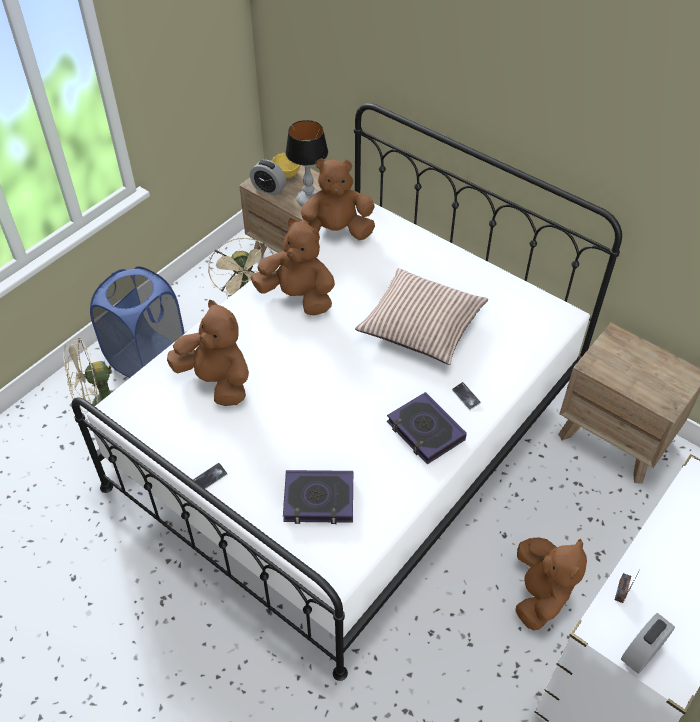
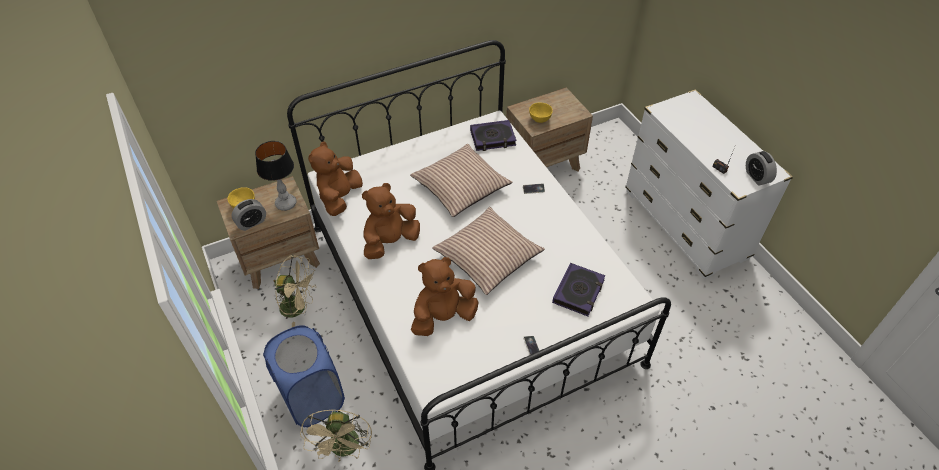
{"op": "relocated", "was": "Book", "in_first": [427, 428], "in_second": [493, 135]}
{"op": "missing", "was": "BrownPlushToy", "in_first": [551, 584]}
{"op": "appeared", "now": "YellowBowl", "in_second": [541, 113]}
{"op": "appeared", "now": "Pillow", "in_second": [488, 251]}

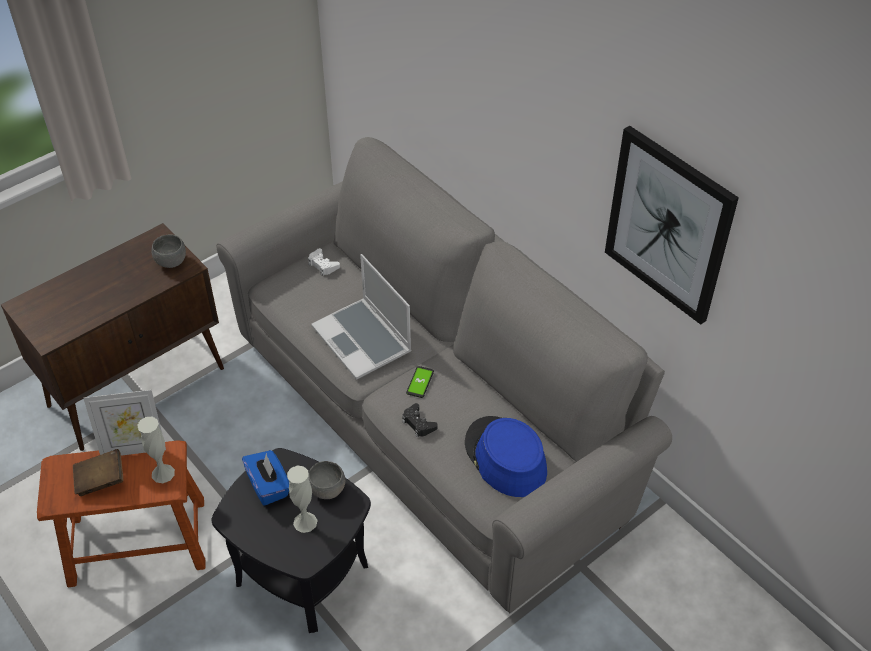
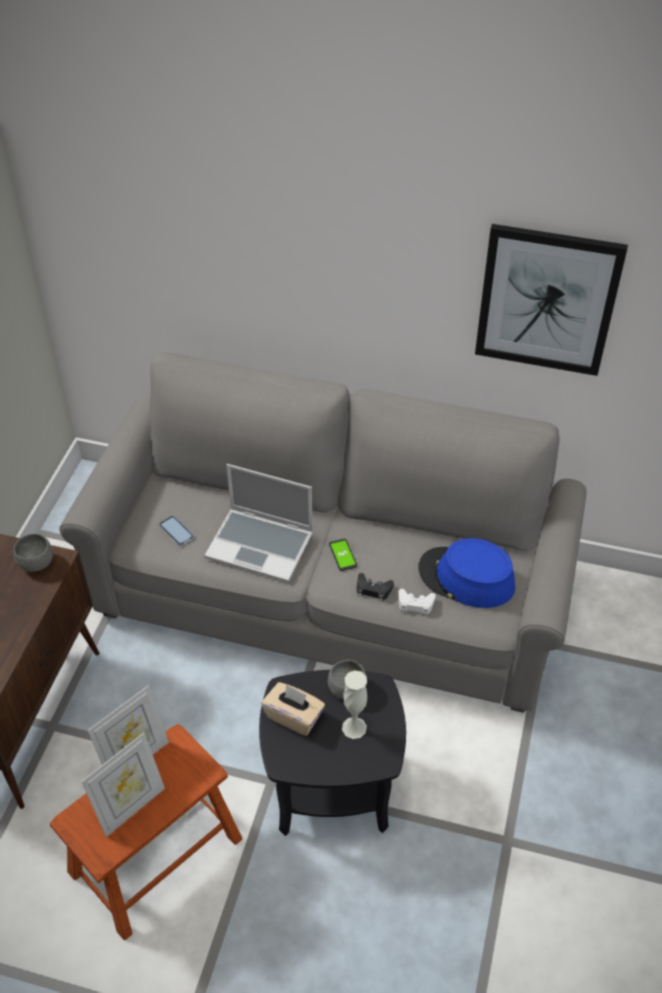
{"op": "relocated", "was": "WhiteGameController", "in_first": [324, 262], "in_second": [417, 602]}
{"op": "missing", "was": "WhiteVase", "in_first": [156, 450]}
{"op": "exchanged", "was": "BrownBook", "now": "PictureFrame", "in_first": [98, 472], "in_second": [123, 785]}
{"op": "colour", "was": "BlueTissueBox", "now": "BeigeTissueBox", "in_first": [265, 478], "in_second": [293, 709]}
{"op": "appeared", "now": "Phone", "in_second": [176, 531]}

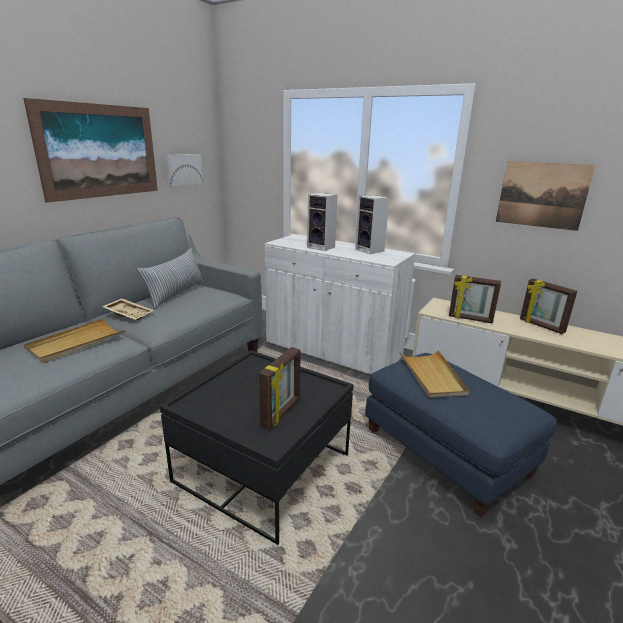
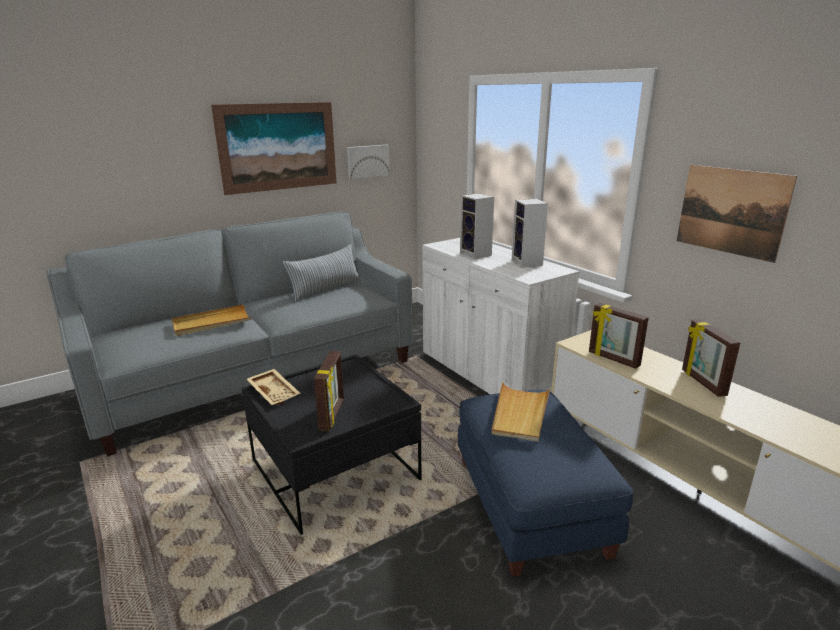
{"op": "relocated", "was": "BeigeTray", "in_first": [128, 309], "in_second": [273, 387]}
{"op": "spun", "was": "PictureFrame", "in_first": [280, 388], "in_second": [329, 391], "clockwise": -45}

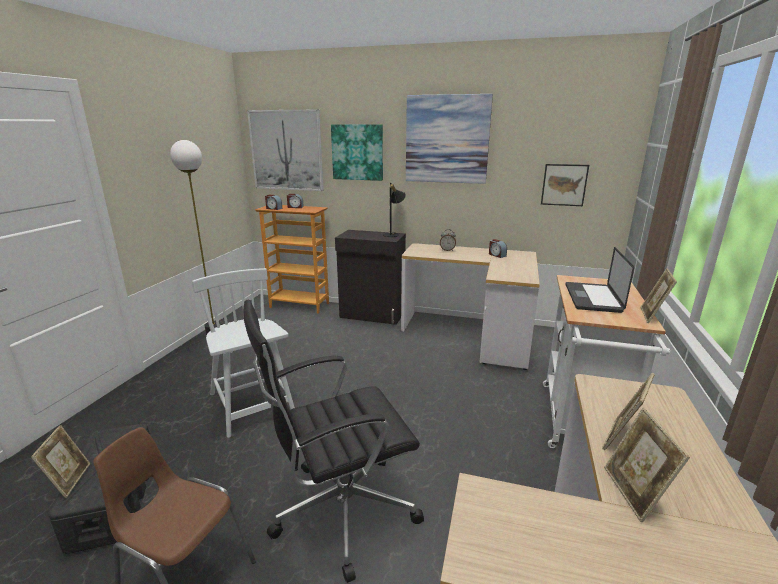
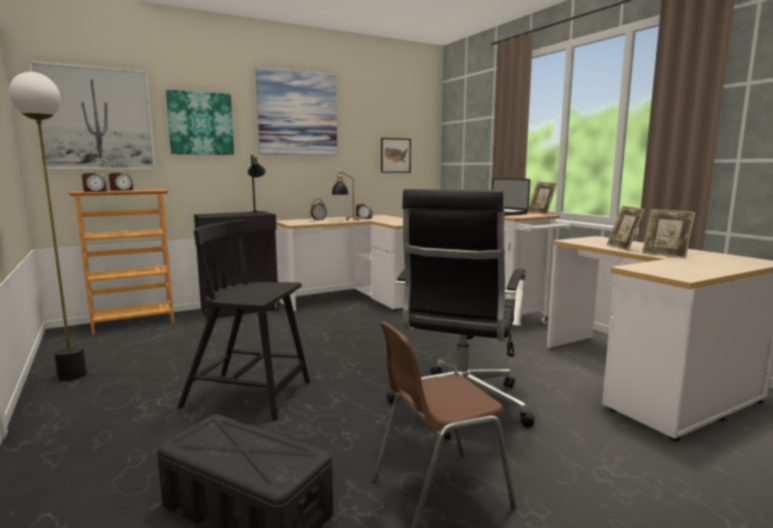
{"op": "colour", "was": "WhiteChair", "now": "BlackChair", "in_first": [243, 353], "in_second": [244, 320]}
{"op": "missing", "was": "PictureFrame", "in_first": [60, 461]}
{"op": "appeared", "now": "TableLamp", "in_second": [346, 195]}

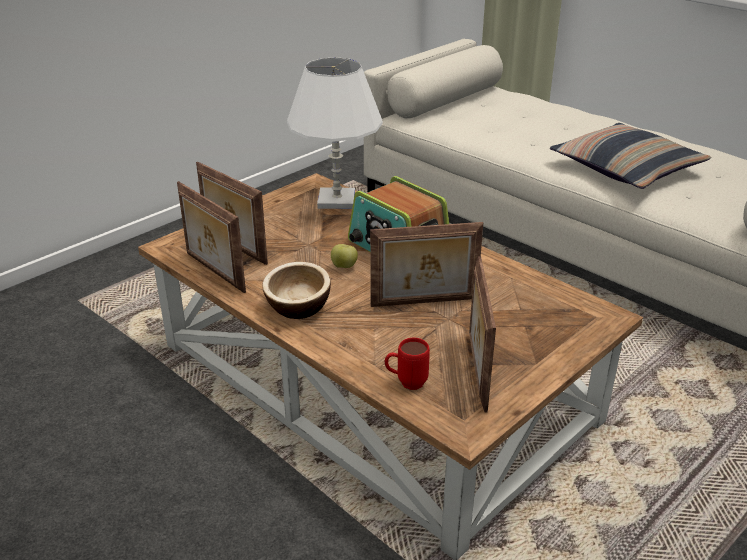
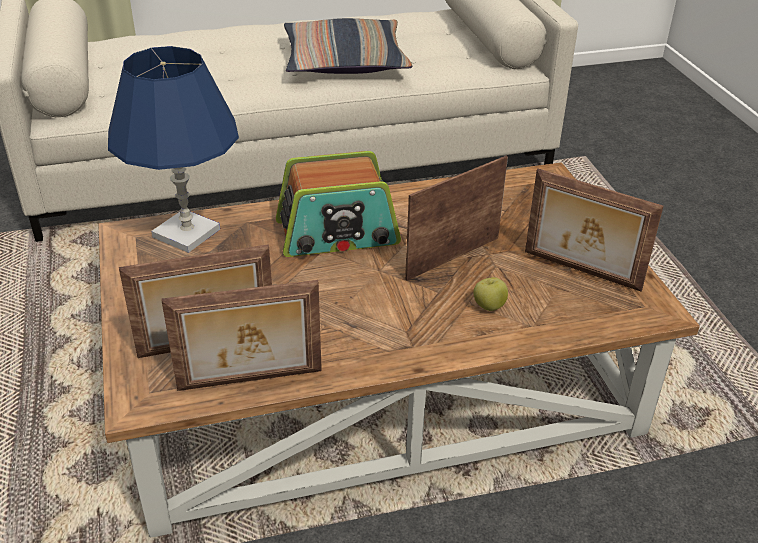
{"op": "colour", "was": "WhiteTableLamp", "now": "BlueTableLamp", "in_first": [335, 133], "in_second": [173, 149]}
{"op": "spun", "was": "PictureFrame", "in_first": [426, 264], "in_second": [456, 218], "clockwise": -150}
{"op": "relocated", "was": "Apple", "in_first": [344, 256], "in_second": [491, 294]}
{"op": "missing", "was": "Bowl", "in_first": [296, 290]}
{"op": "missing", "was": "RedMug", "in_first": [407, 364]}

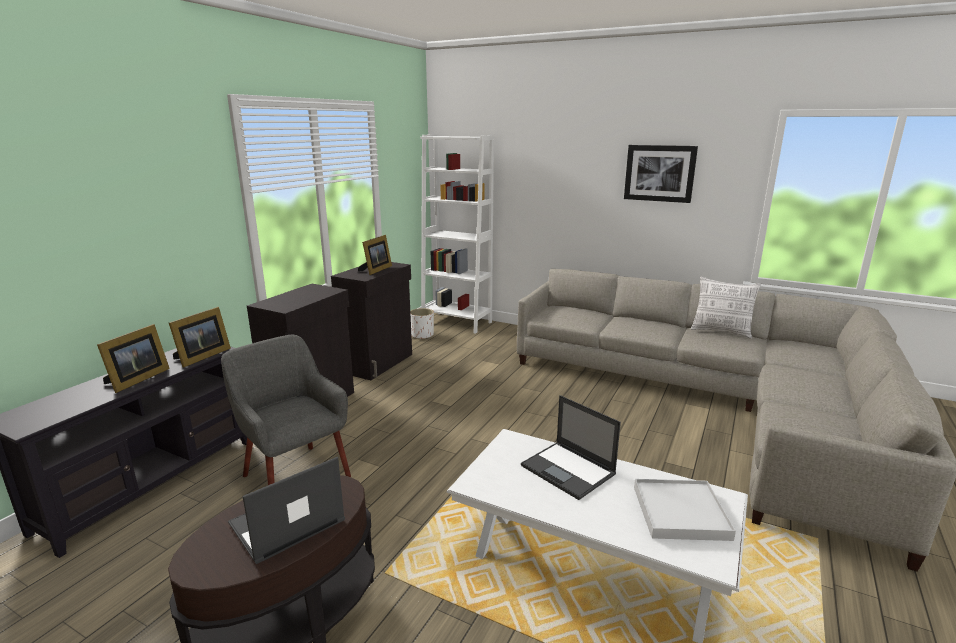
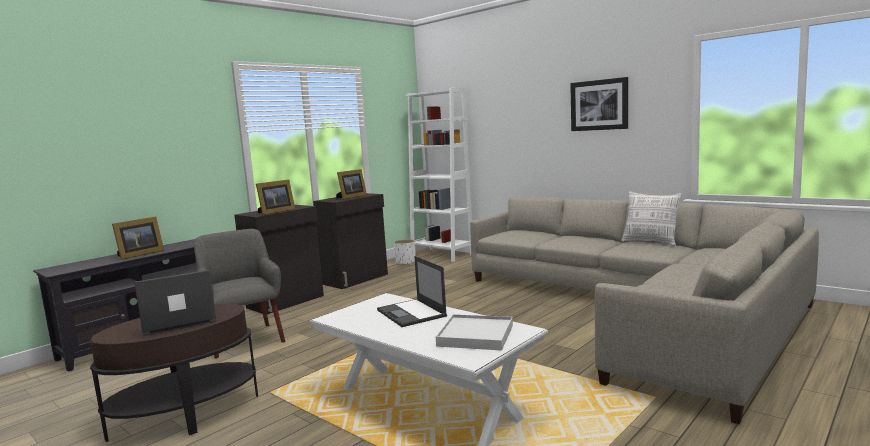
{"op": "relocated", "was": "PictureFrame", "in_first": [200, 337], "in_second": [275, 197]}

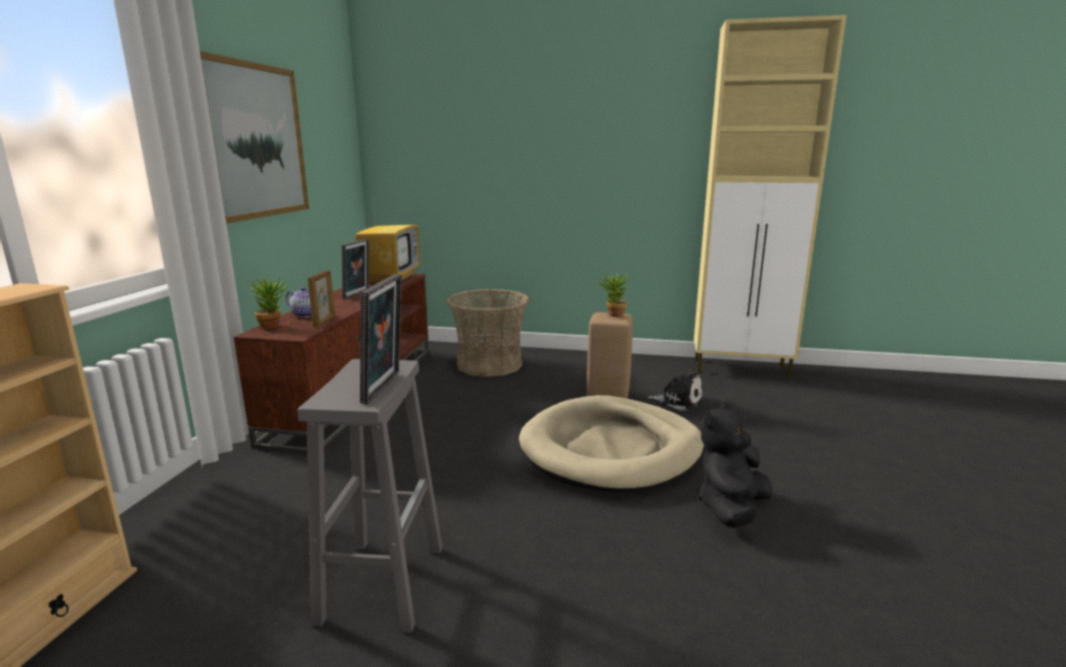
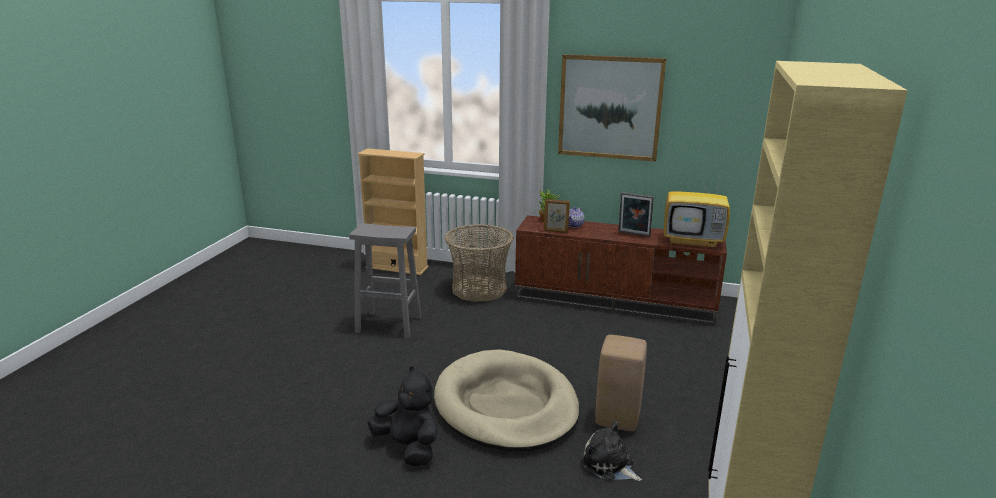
{"op": "missing", "was": "PottedPlant", "in_first": [614, 294]}
{"op": "missing", "was": "PictureFrame", "in_first": [381, 339]}
{"op": "relocated", "was": "Basket", "in_first": [487, 333], "in_second": [479, 263]}
{"op": "spun", "was": "PlushToy", "in_first": [675, 390], "in_second": [611, 451], "clockwise": 105}

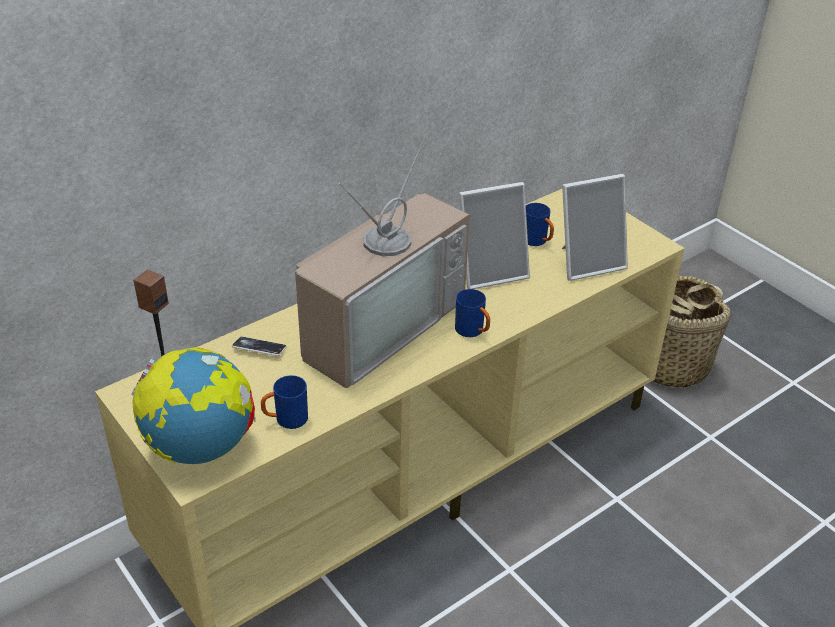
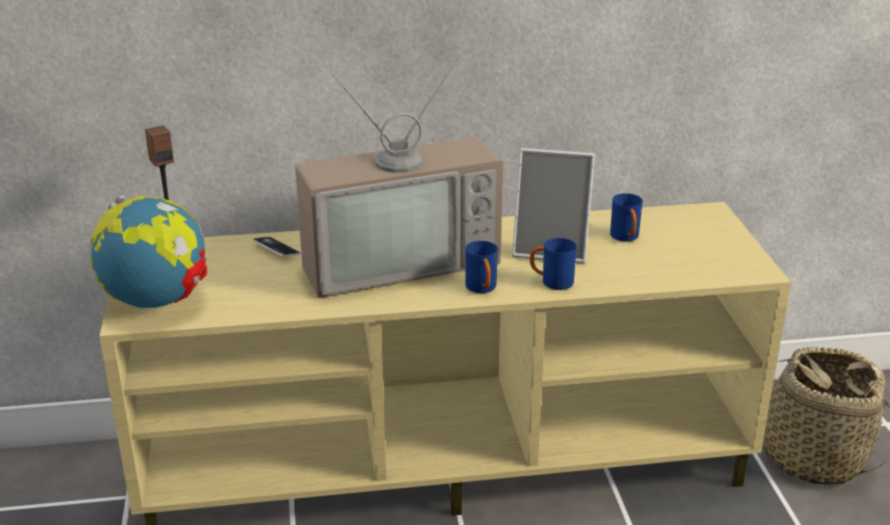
{"op": "missing", "was": "PictureFrame", "in_first": [595, 227]}
{"op": "relocated", "was": "BlueMug", "in_first": [284, 402], "in_second": [553, 264]}

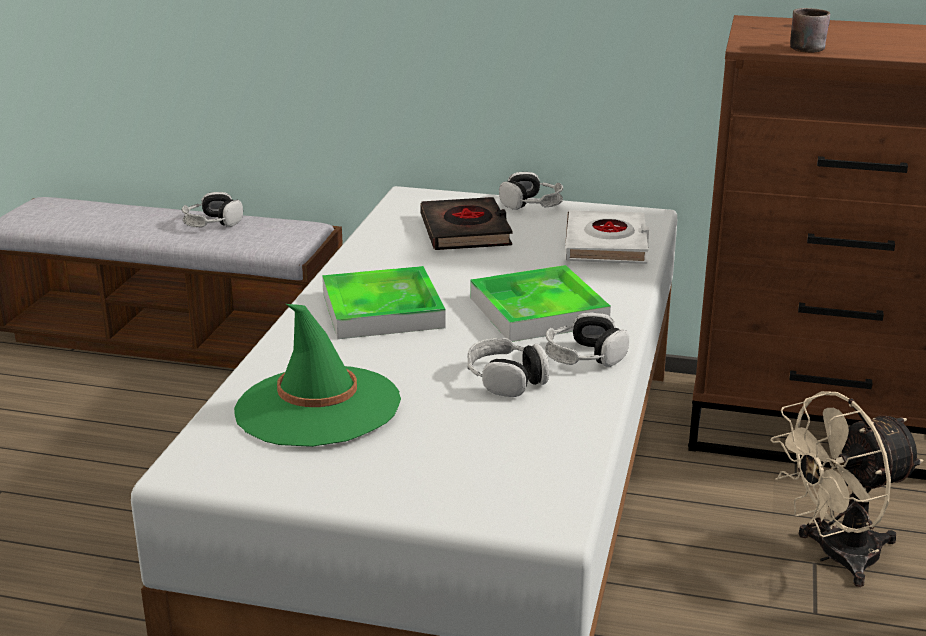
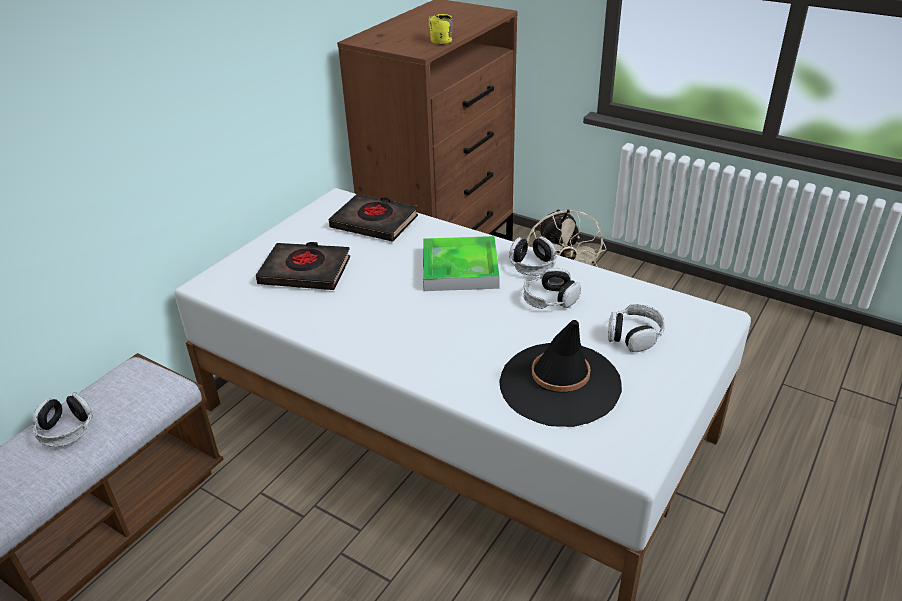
{"op": "colour", "was": "BrownMug", "now": "YellowMug", "in_first": [810, 30], "in_second": [440, 29]}
{"op": "relocated", "was": "Headphones", "in_first": [531, 191], "in_second": [636, 328]}
{"op": "colour", "was": "WhiteBook", "now": "BlackBook", "in_first": [607, 237], "in_second": [373, 218]}
{"op": "missing", "was": "Tray", "in_first": [384, 302]}
{"op": "colour", "was": "GreenHat", "now": "BlackHat", "in_first": [317, 375], "in_second": [560, 373]}

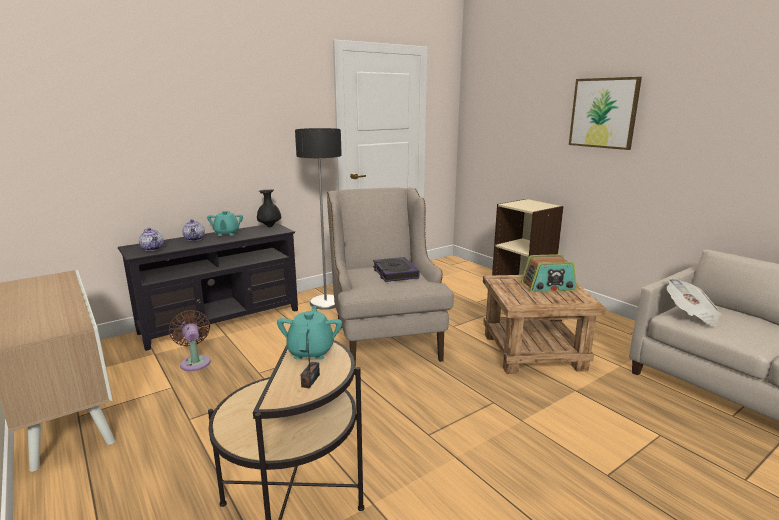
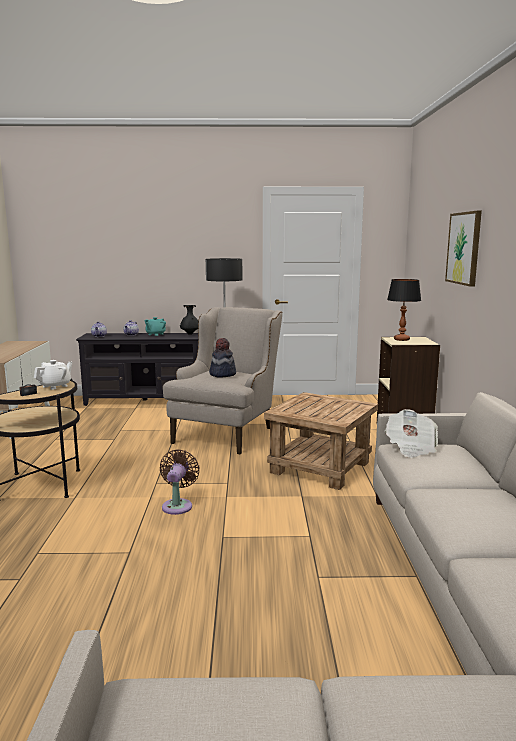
{"op": "missing", "was": "Radio", "in_first": [549, 273]}
{"op": "exchanged", "was": "Book", "now": "Hat", "in_first": [396, 269], "in_second": [222, 357]}
{"op": "colour", "was": "TurquoiseTeapot", "now": "WhiteTeapot", "in_first": [309, 333], "in_second": [53, 375]}
{"op": "relocated", "was": "BrownFan", "in_first": [190, 340], "in_second": [180, 482]}
{"op": "appeared", "now": "TableLamp", "in_second": [404, 310]}

